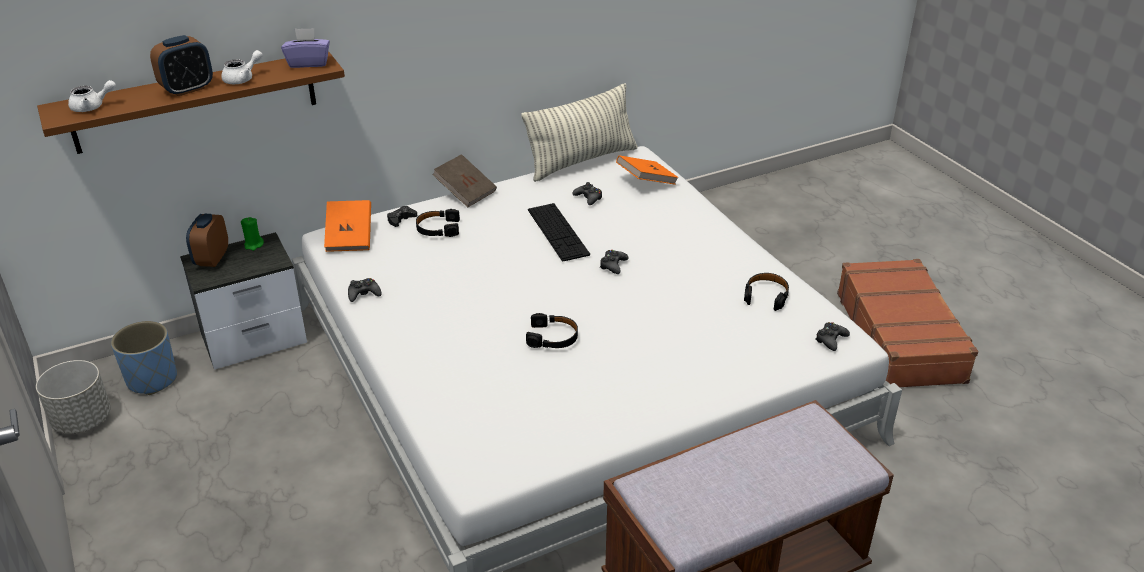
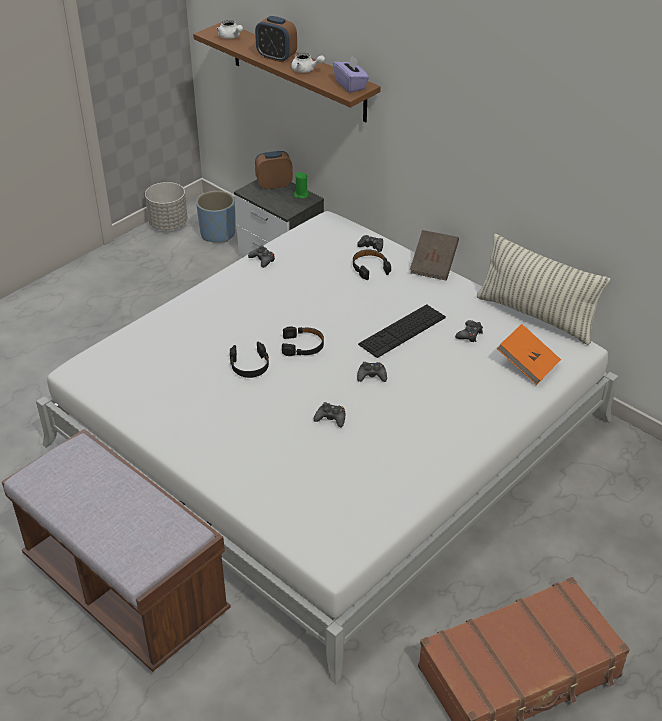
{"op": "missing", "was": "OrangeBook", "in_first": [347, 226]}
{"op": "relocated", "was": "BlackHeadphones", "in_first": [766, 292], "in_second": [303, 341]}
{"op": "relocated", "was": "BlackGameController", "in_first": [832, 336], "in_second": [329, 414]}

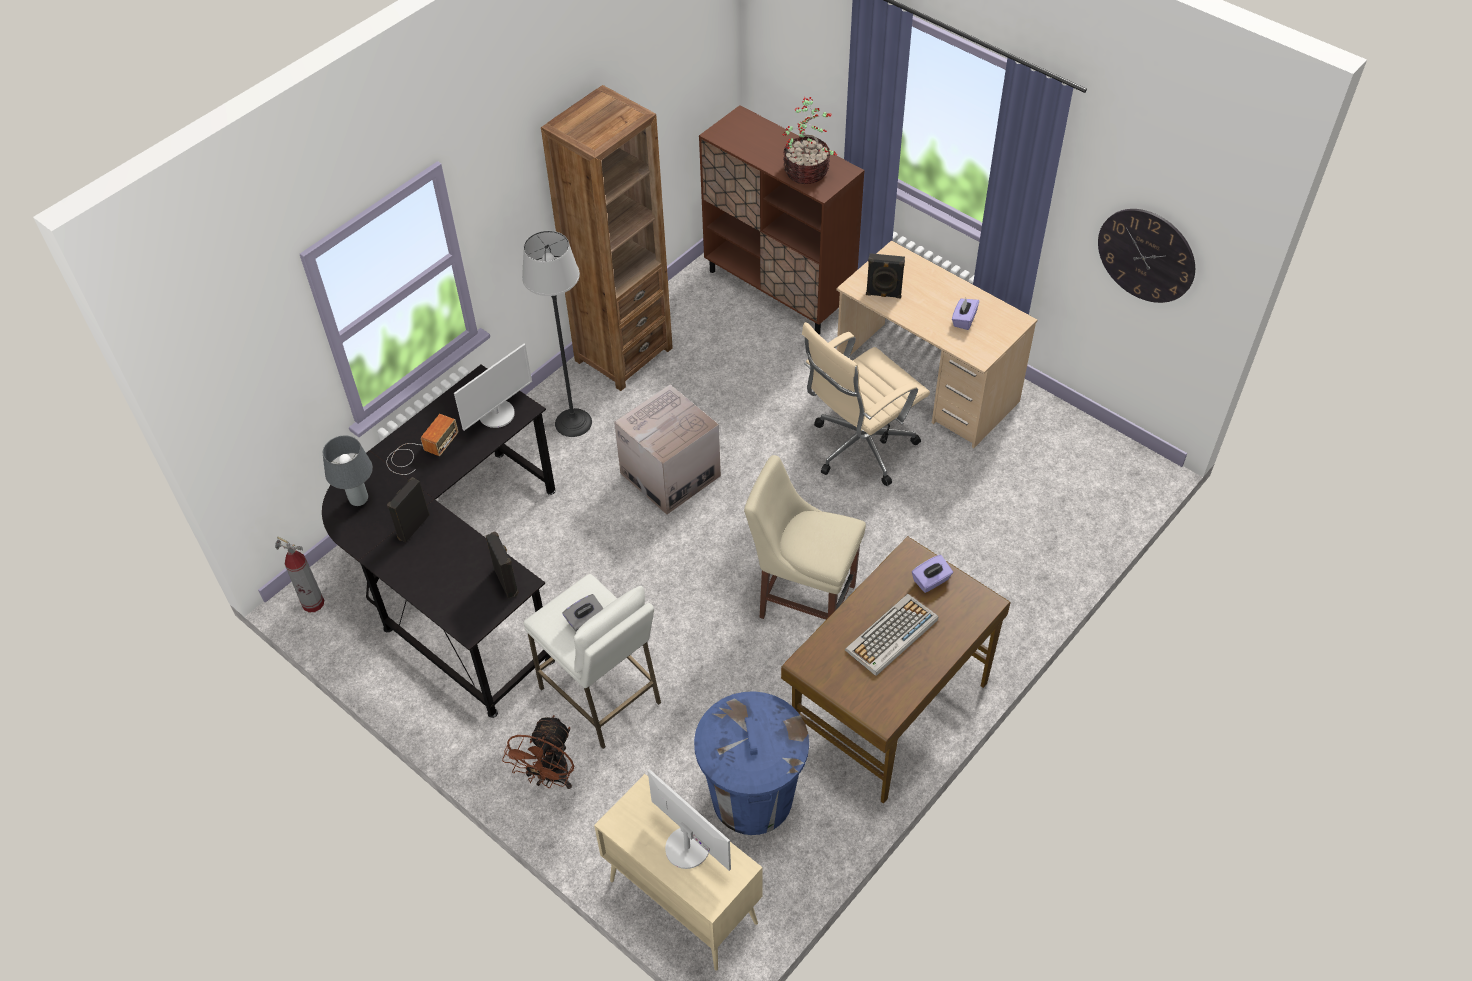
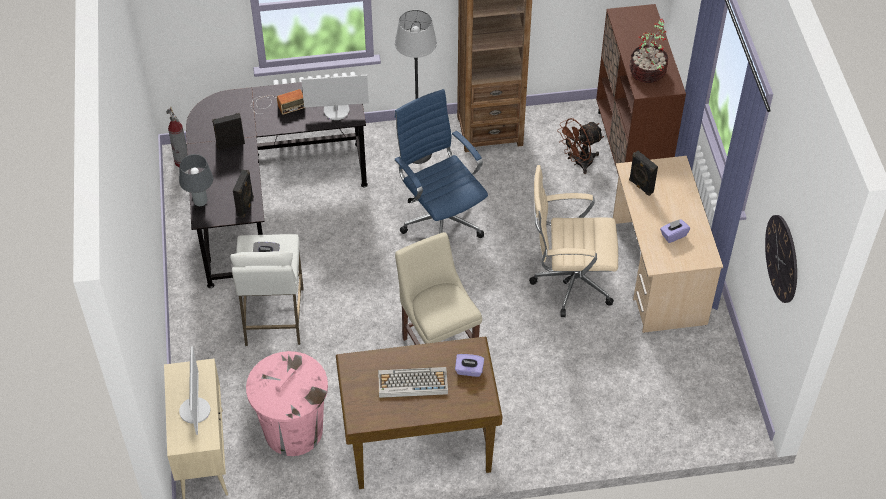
{"op": "exchanged", "was": "CardboardBox", "now": "BlueOfficeChair", "in_first": [667, 450], "in_second": [441, 163]}
{"op": "relocated", "was": "GreyTableLamp", "in_first": [348, 470], "in_second": [196, 180]}
{"op": "colour", "was": "BlueTrashCan", "now": "PinkTrashCan", "in_first": [751, 763], "in_second": [287, 403]}
{"op": "relocated", "was": "BrownFan", "in_first": [538, 752], "in_second": [580, 146]}

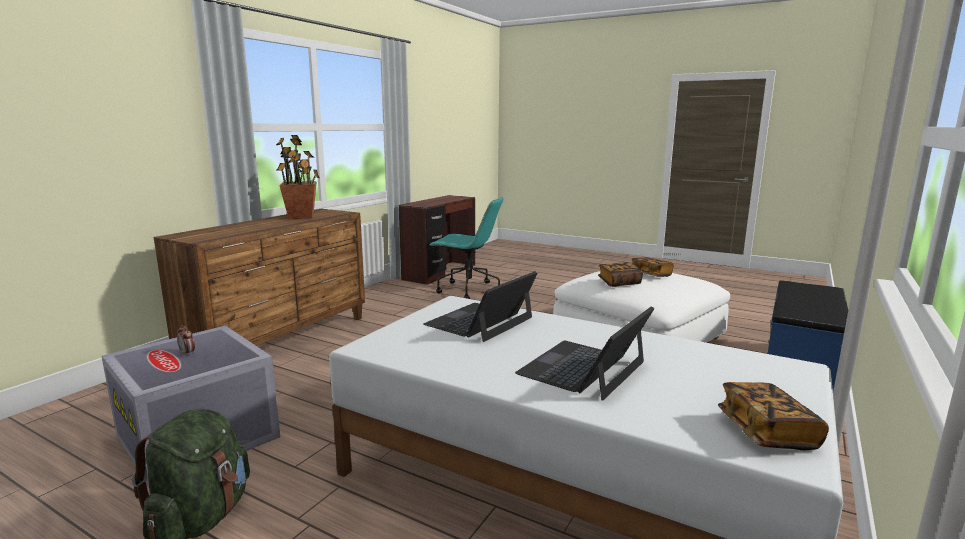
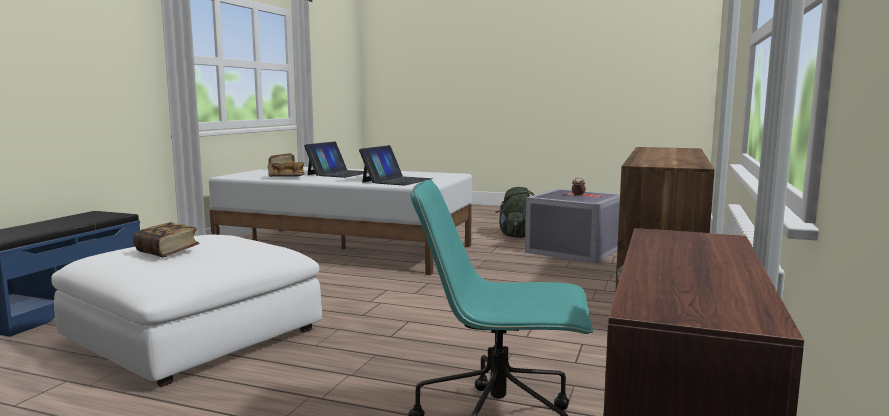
{"op": "missing", "was": "PottedPlant", "in_first": [298, 177]}
{"op": "relocated", "was": "Book", "in_first": [620, 274], "in_second": [286, 169]}

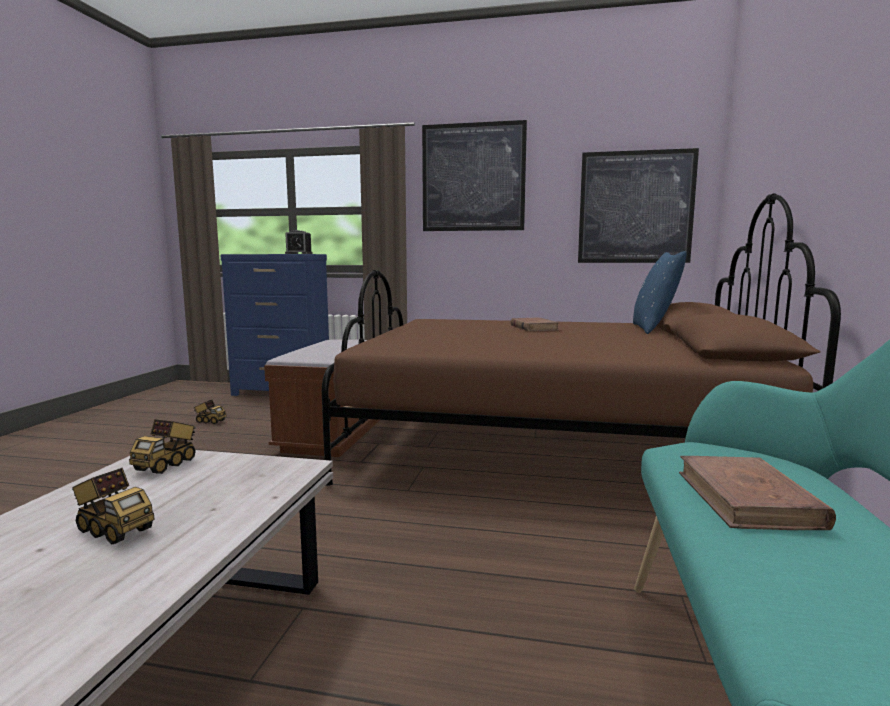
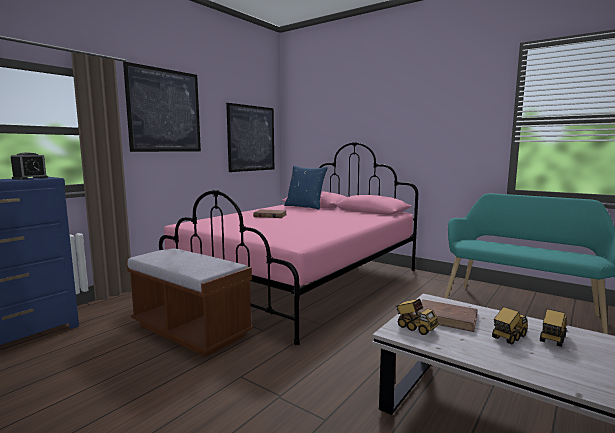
{"op": "colour", "was": "BrownBed", "now": "PinkBed", "in_first": [581, 339], "in_second": [288, 243]}
{"op": "relocated", "was": "ToyTruck", "in_first": [210, 412], "in_second": [553, 328]}
{"op": "relocated", "was": "BrownBook", "in_first": [757, 493], "in_second": [447, 315]}

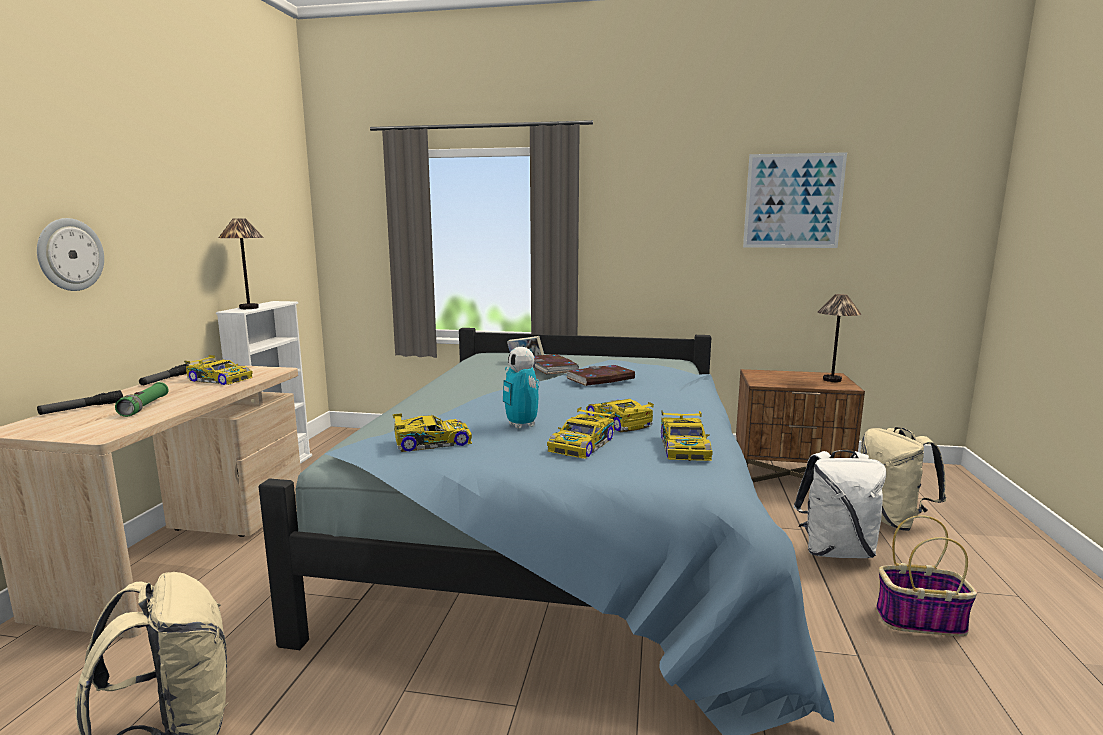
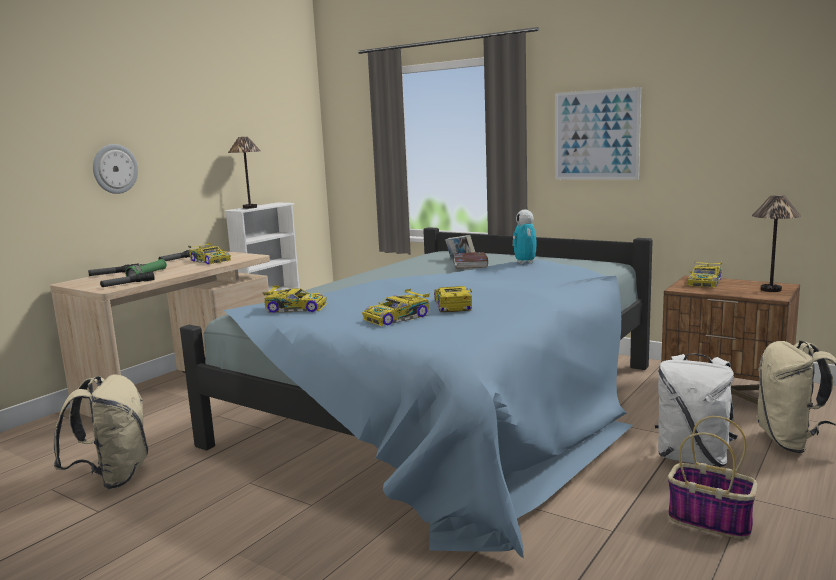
{"op": "relocated", "was": "Picture", "in_first": [795, 200], "in_second": [598, 133]}
{"op": "relocated", "was": "ToyRobot", "in_first": [521, 388], "in_second": [525, 236]}
{"op": "missing", "was": "Book", "in_first": [600, 375]}
{"op": "relocated", "was": "ToyCar", "in_first": [687, 435], "in_second": [705, 274]}
{"op": "appeared", "now": "Flashlight", "in_second": [127, 279]}

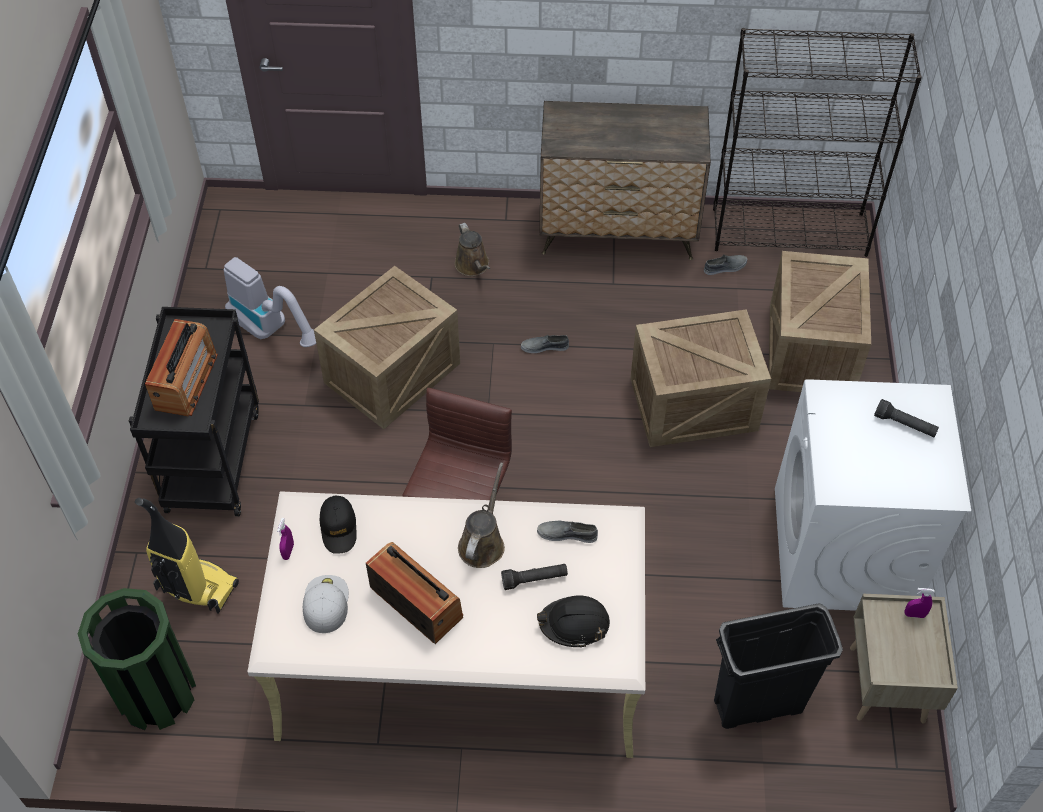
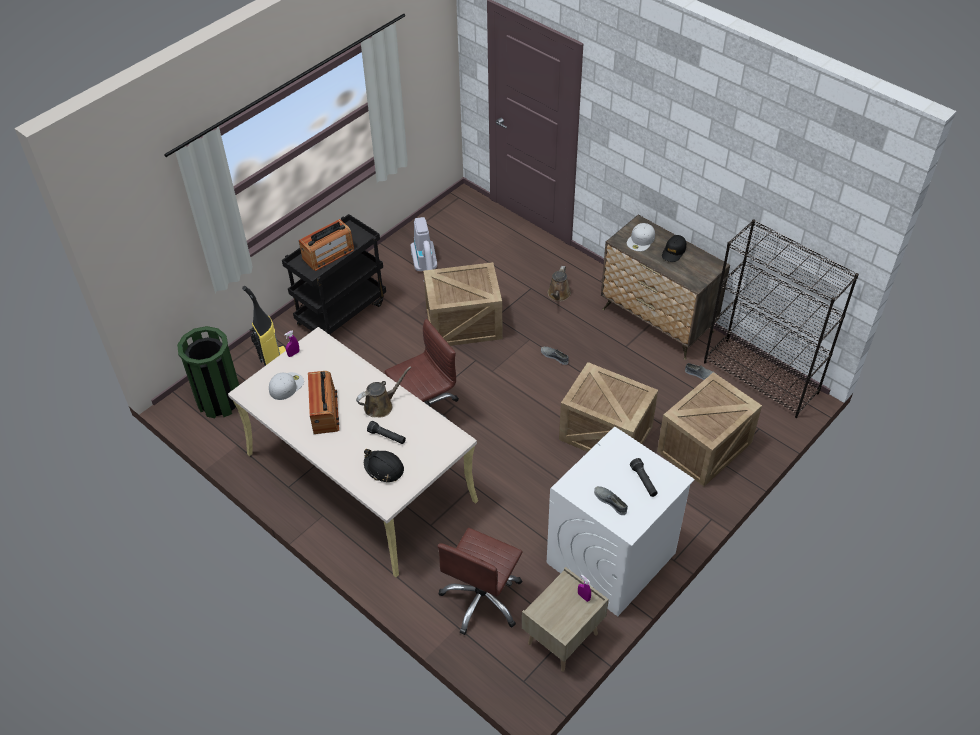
{"op": "relocated", "was": "BlackCap", "in_first": [338, 525], "in_second": [674, 248]}
{"op": "relocated", "was": "GreyShoe", "in_first": [567, 531], "in_second": [611, 500]}
{"op": "exchanged", "was": "BlackTrashCan", "now": "BrownOfficeChair", "in_first": [778, 666], "in_second": [480, 581]}
{"op": "appeared", "now": "WhiteCap", "in_second": [641, 237]}

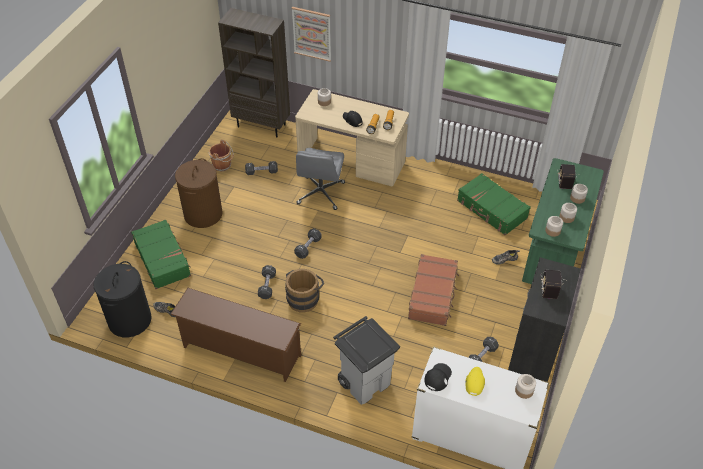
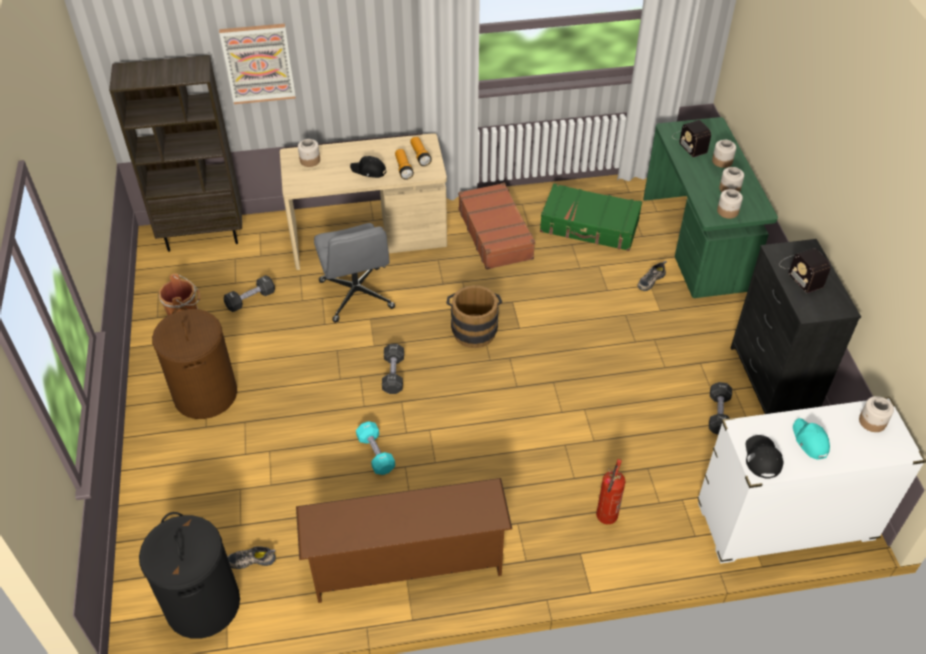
{"op": "missing", "was": "GreenSuitcase", "in_first": [161, 254]}
{"op": "relocated", "was": "BrownSuitcase", "in_first": [433, 290], "in_second": [496, 226]}
{"op": "colour", "was": "BlackDumbbell", "now": "TurquoiseDumbbell", "in_first": [267, 282], "in_second": [375, 448]}
{"op": "relocated", "was": "BrownBucket", "in_first": [304, 290], "in_second": [474, 316]}
{"op": "exchanged", "was": "GreyTrashCan", "now": "FireExtinguisher", "in_first": [366, 360], "in_second": [610, 491]}
{"op": "colour", "was": "YellowCap", "now": "TurquoiseCap", "in_first": [475, 381], "in_second": [811, 439]}

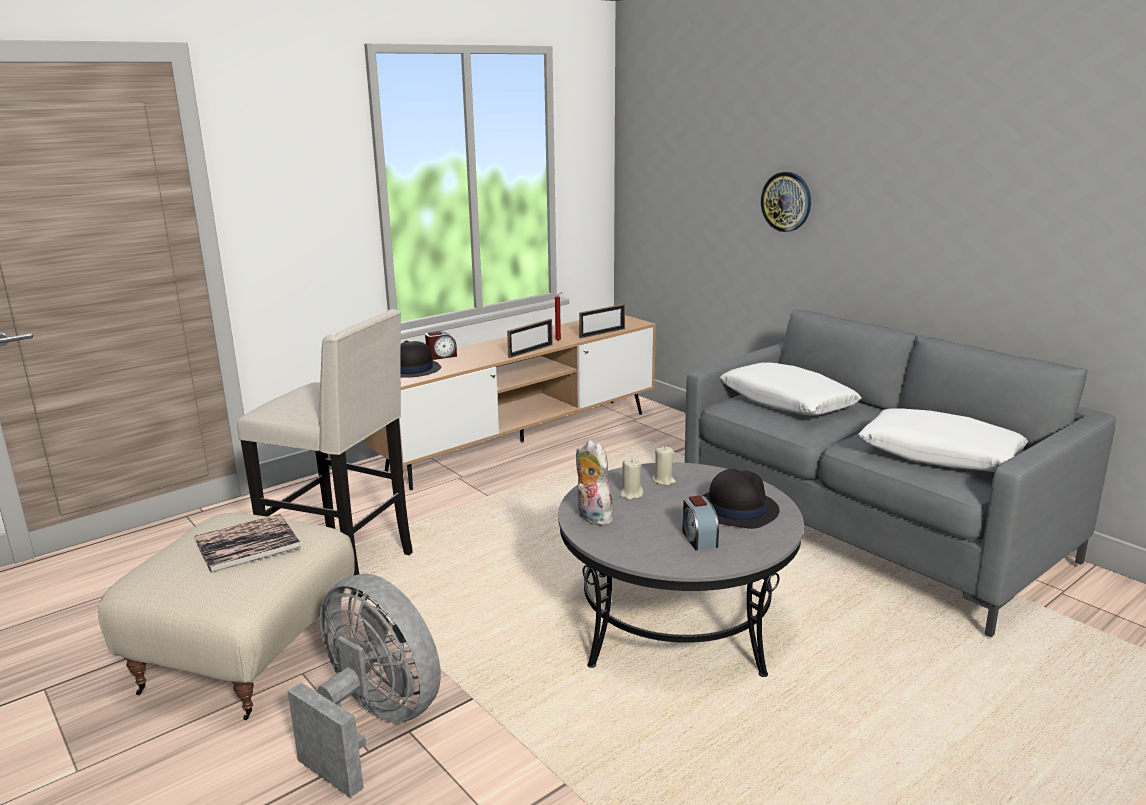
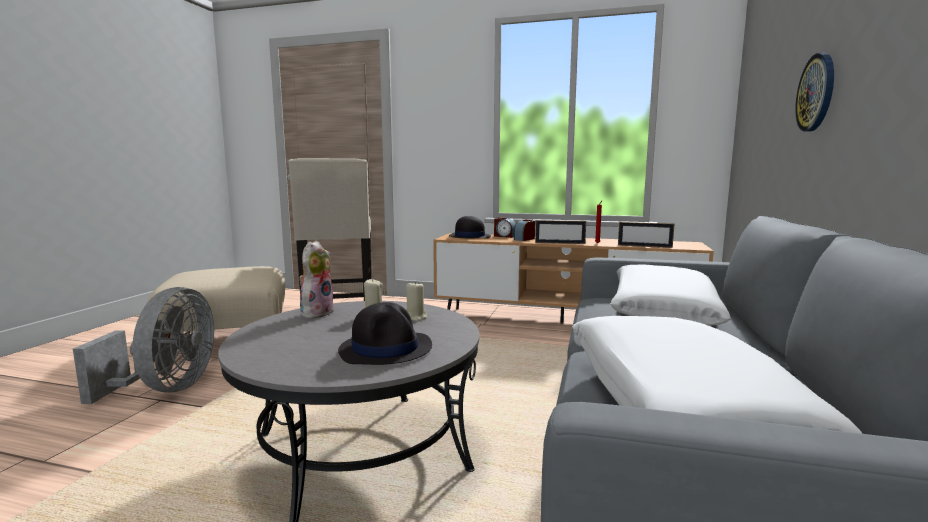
{"op": "relocated", "was": "AlarmClock", "in_first": [700, 522], "in_second": [524, 230]}
{"op": "missing", "was": "Book", "in_first": [248, 543]}

